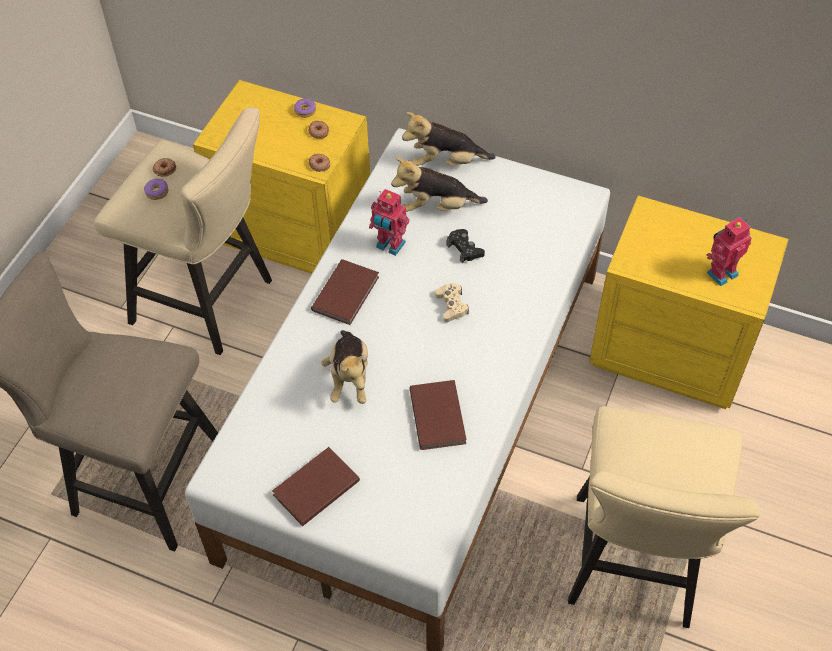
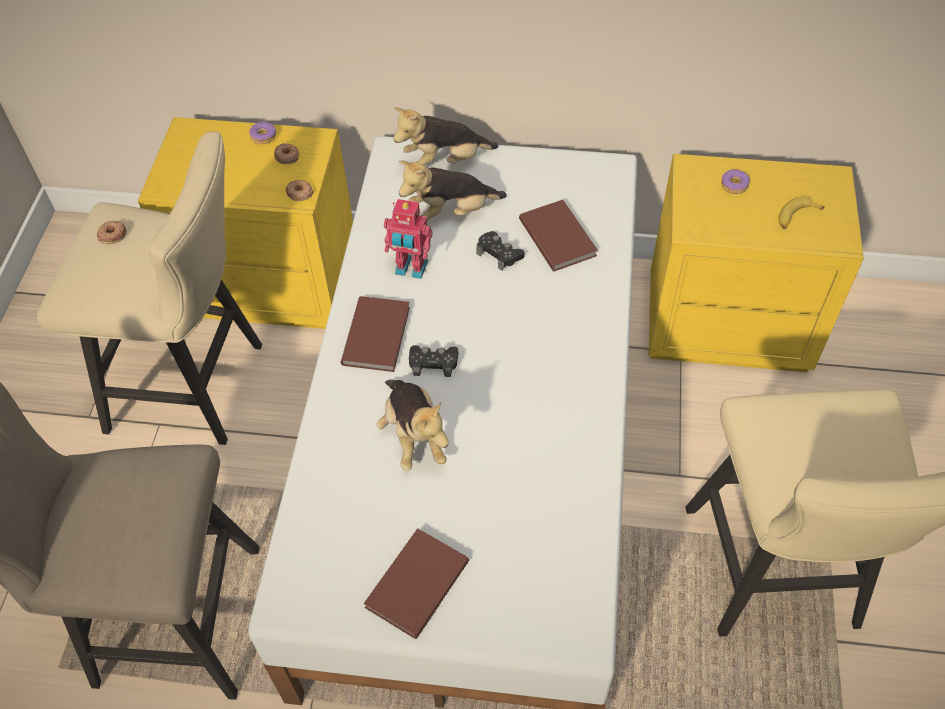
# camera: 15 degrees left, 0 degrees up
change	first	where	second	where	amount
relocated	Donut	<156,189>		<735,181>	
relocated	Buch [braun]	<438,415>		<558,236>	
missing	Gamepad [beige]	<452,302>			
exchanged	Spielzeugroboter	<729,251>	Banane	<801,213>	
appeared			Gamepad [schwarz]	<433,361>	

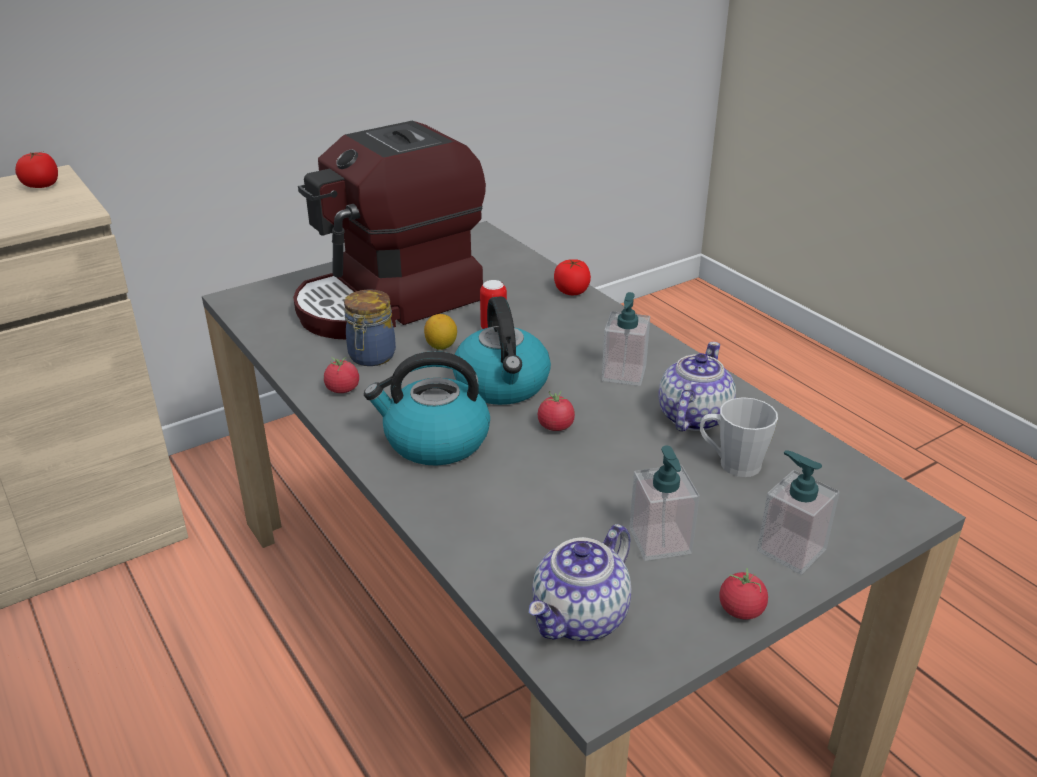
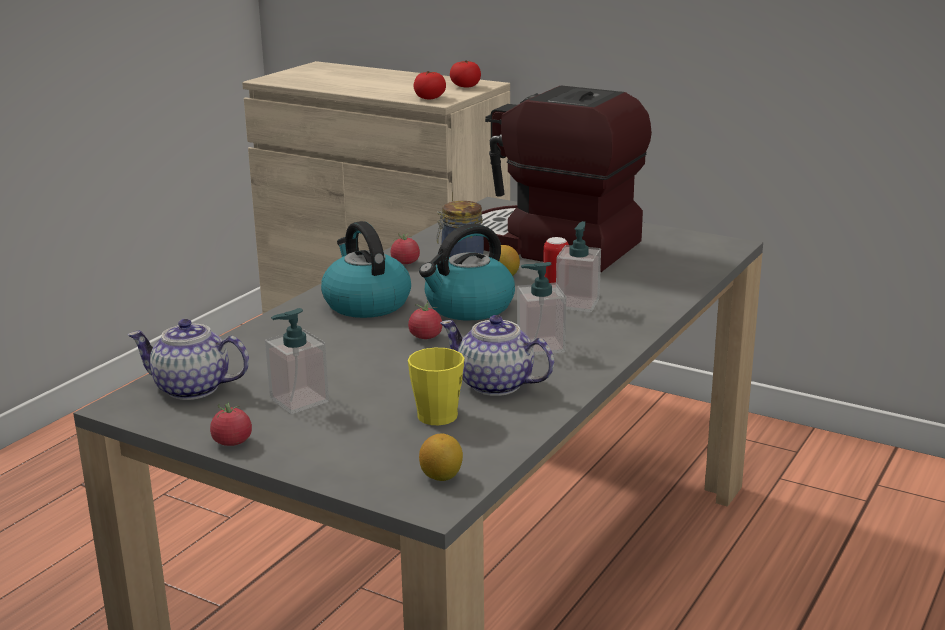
# camera: 65 degrees right, 10 degrees down
change	first	where	second	where	amount
relocated	Tomate	<572,277>		<430,85>	
spun	Teekanne	<697,387>		<497,355>	150 degrees counterclockwise
colour	Henkelbecher [grau]	<739,437>	Henkelbecher [gelb]	<436,386>	
relocated	Seifenspender	<798,512>		<578,266>	
appeared			Zitrone	<441,457>	

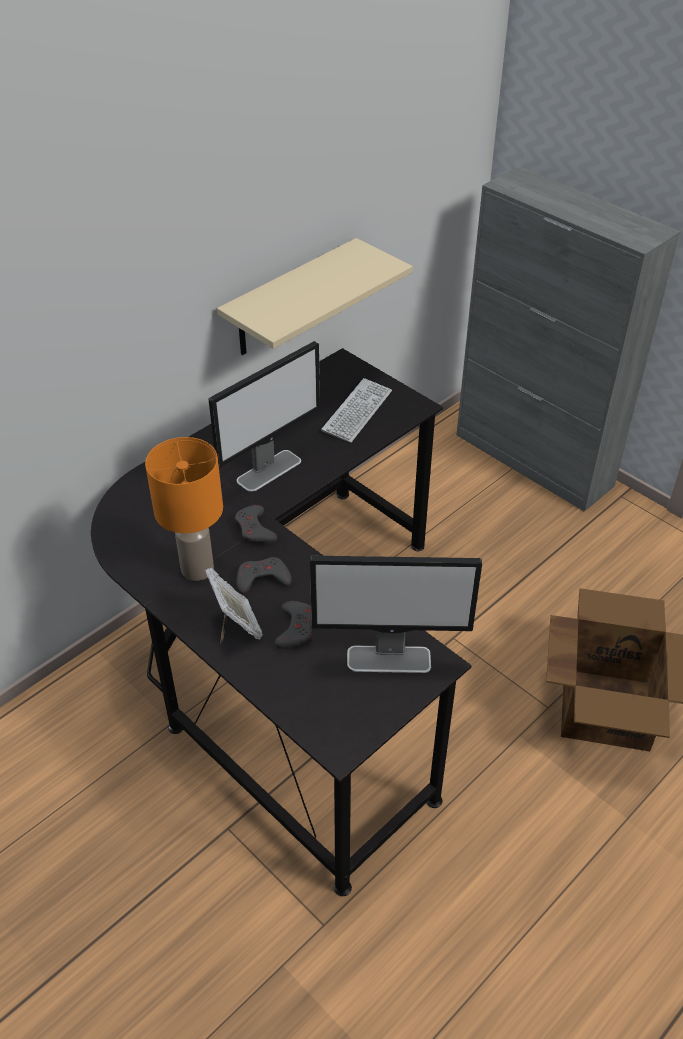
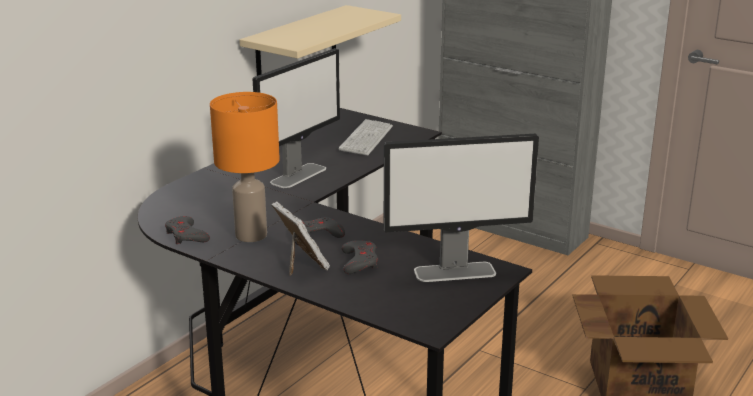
# camera: 10 degrees left, 20 degrees down
change	first	where	second	where	amount
relocated	Gamepad [grau]	<256,524>		<187,230>	

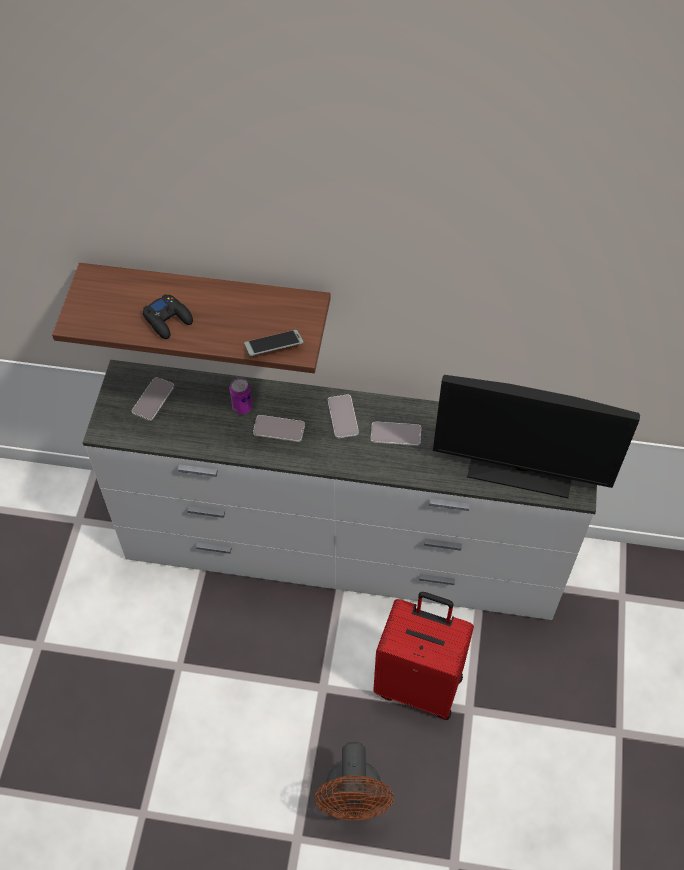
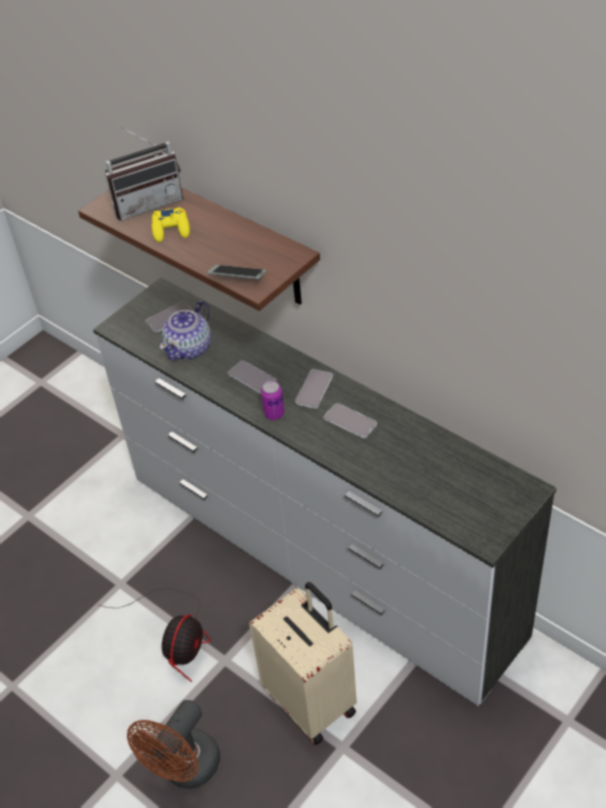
# camera: 35 degrees right, 10 degrees down
change	first	where	second	where	amount
colour	Gamepad [schwarz]	<168,316>	Gamepad [gelb]	<171,224>	
relocated	Dose	<241,396>		<272,400>	
colour	Koffer [rot]	<423,656>	Koffer [beige]	<303,663>	
missing	Monitor	<536,436>			
appeared			Ventilator	<155,635>	
appeared			Radio	<144,172>	
appeared			Teekanne	<185,330>	

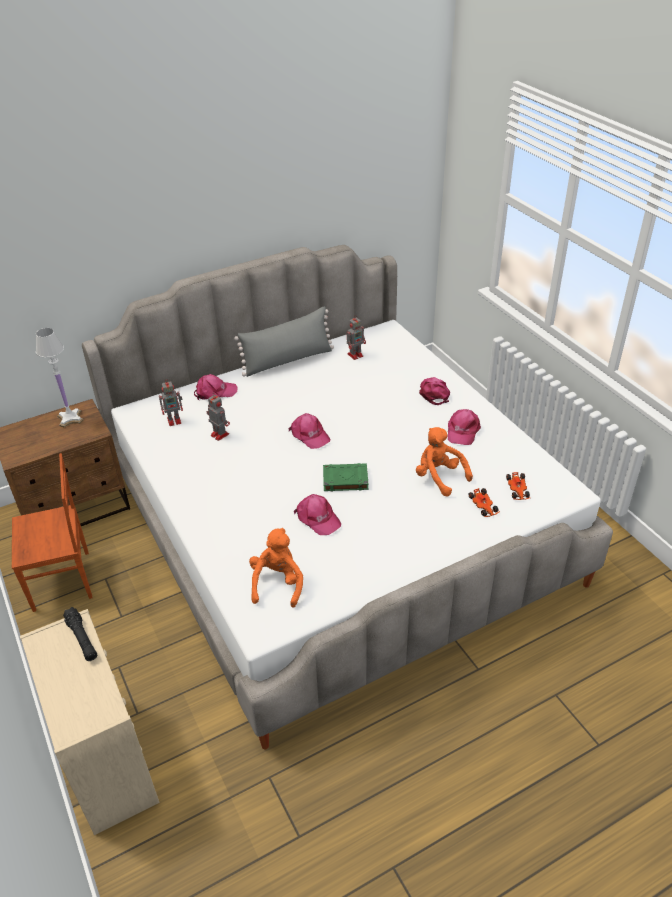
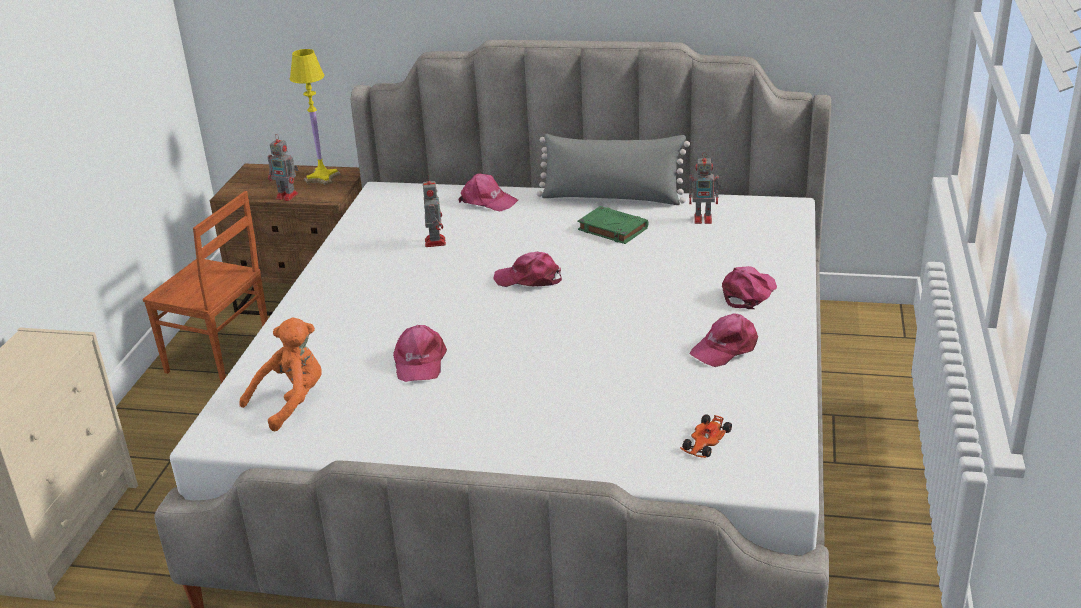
# camera: 40 degrees right, 10 degrees down
change	first	where	second	where	amount
colour	Tischlampe [weiß]	<60,378>	Tischlampe [gelb]	<315,117>	
missing	Taschenlampe [schwarz]	<80,634>			
relocated	Spielzeugroboter	<171,402>		<283,167>	
spun	Kappe [rosa]	<309,431>		<527,269>	105 degrees clockwise
relocated	Buch [grün]	<345,477>		<613,225>	
missing	Plüschtier [orange]	<444,462>			
missing	Spielzeugauto	<484,502>			

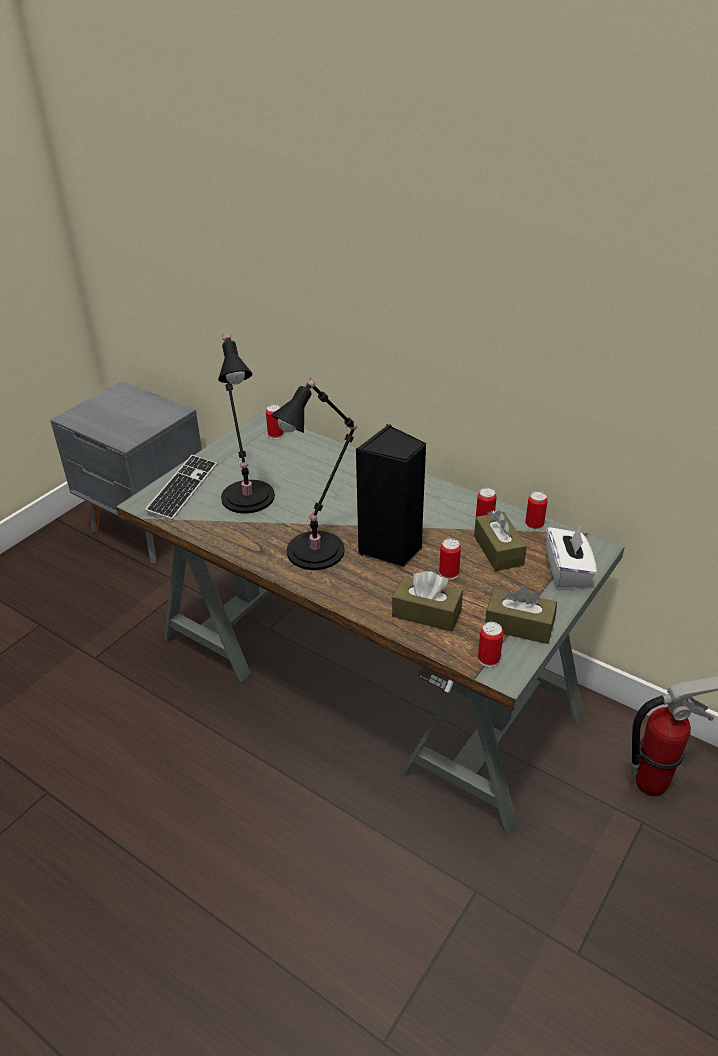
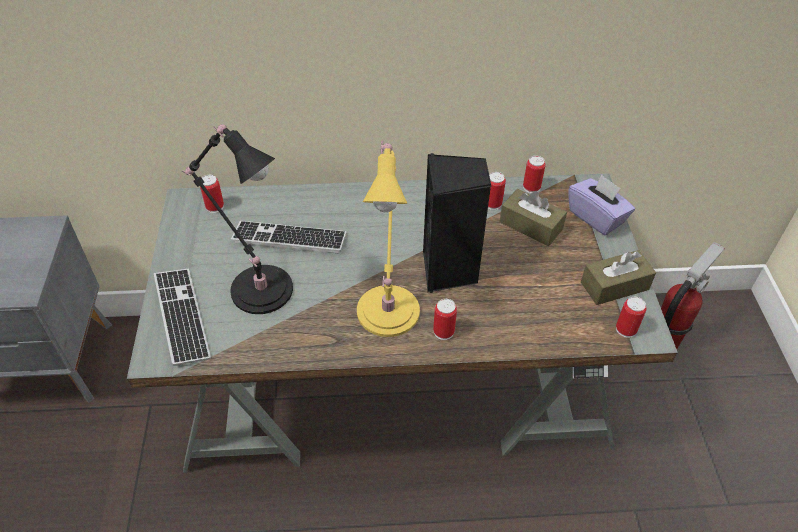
# camera: 40 degrees left, 10 degrees up
change	first	where	second	where	amount
colour	Tischlampe [schwarz]	<314,474>	Tischlampe [gelb]	<388,239>	
missing	Taschentuchbox [braun]	<427,601>			
relocated	Dose	<450,559>		<445,319>	
colour	Taschentuchbox [weiß]	<571,557>	Taschentuchbox [lila]	<601,205>	
appeared			Tastatur	<289,237>	

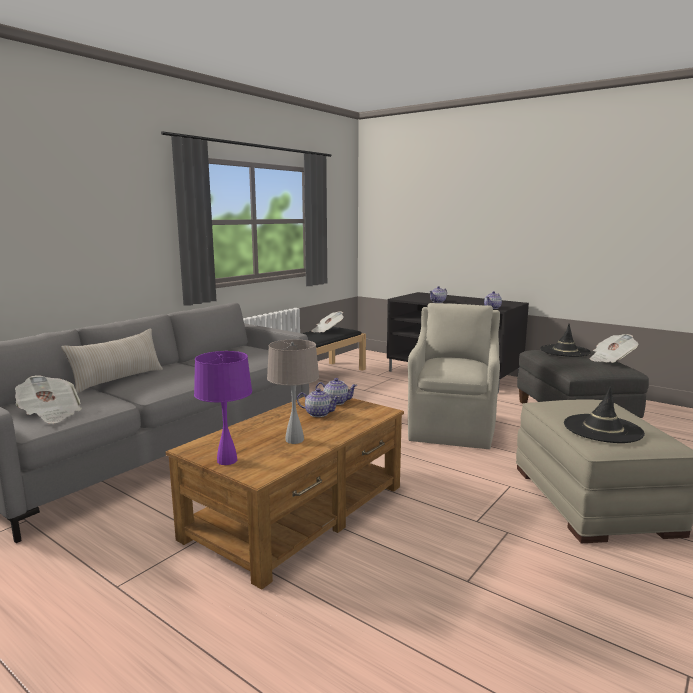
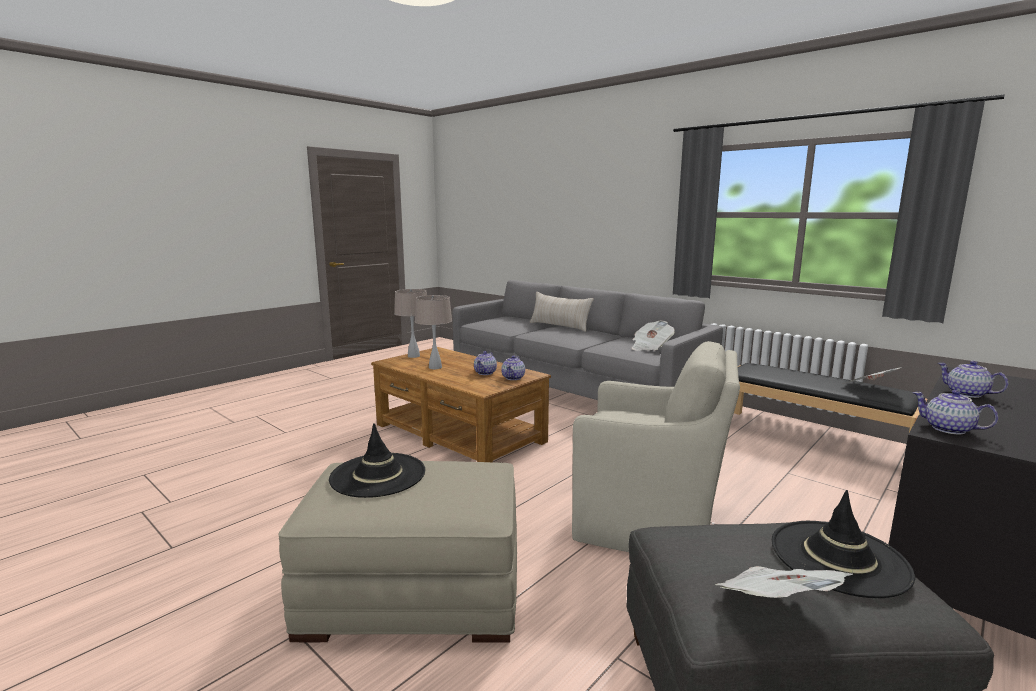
# camera: 95 degrees right, 0 degrees up
change	first	where	second	where	amount
relocated	Zeitung	<48,399>		<653,335>	
colour	Tischlampe [lila]	<223,408>	Tischlampe [beige]	<410,323>	

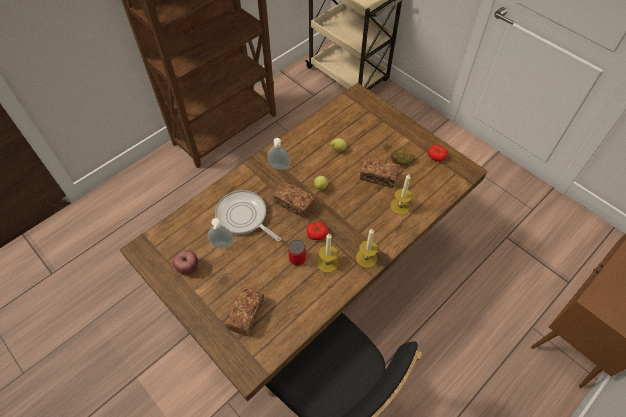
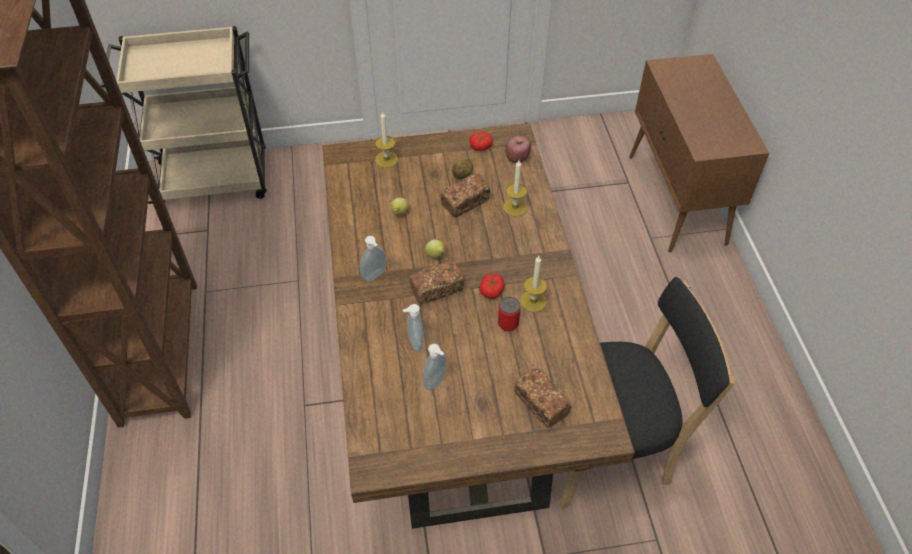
# camera: 55 degrees left, 5 degrees down
change	first	where	second	where	amount
relocated	Apfel	<185,263>		<518,149>	
exchanged	Pfanne	<248,216>	Seifenspender	<413,328>	
relocated	Kerze	<367,248>		<386,139>	

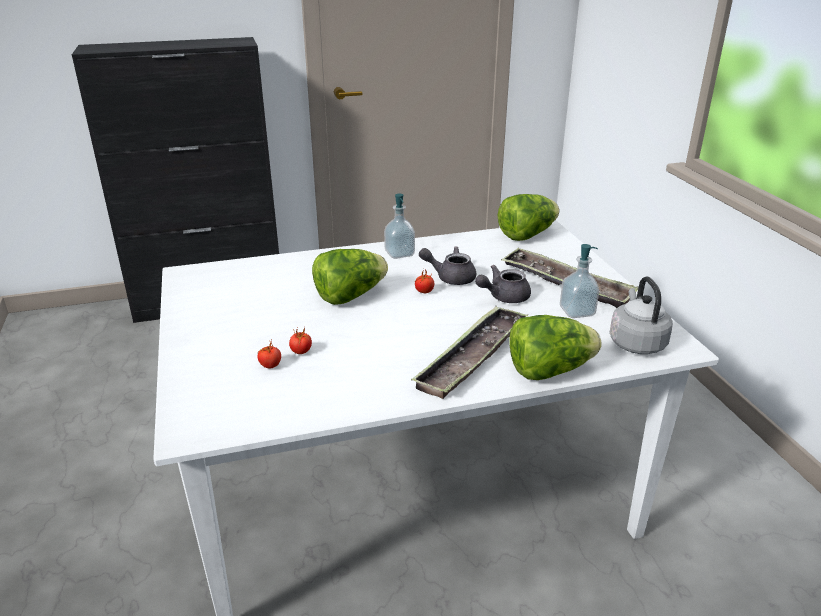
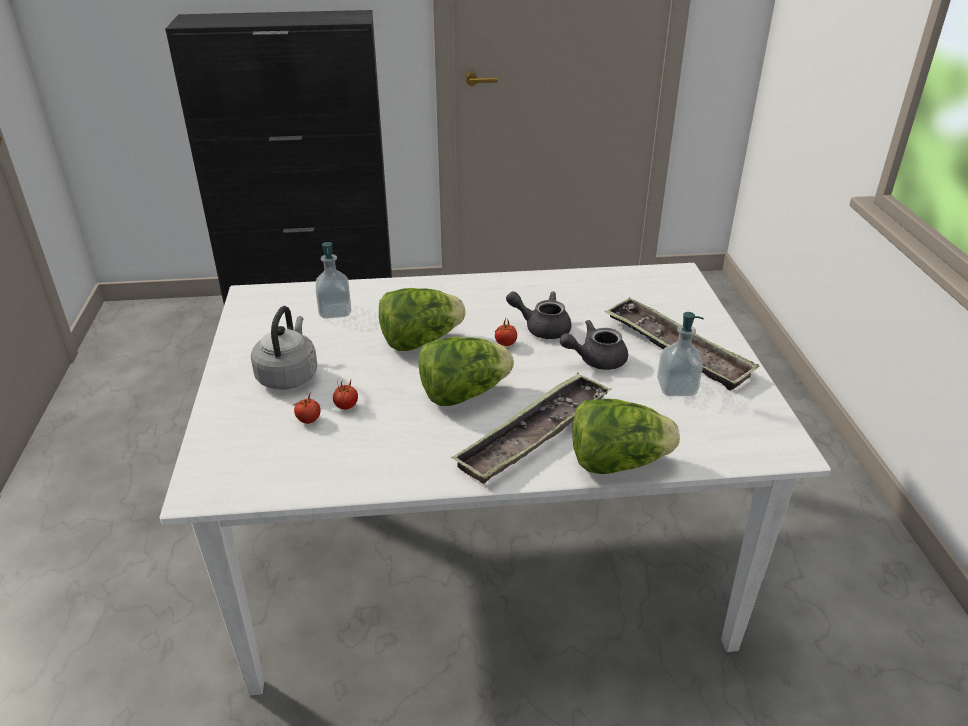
# camera: 10 degrees right, 5 degrees up
change	first	where	second	where	amount
relocated	Seifenspender	<399,226>		<333,280>	
relocated	Salatkopf	<528,217>		<466,371>	
relocated	Wasserkessel [grau]	<641,315>		<284,348>	

